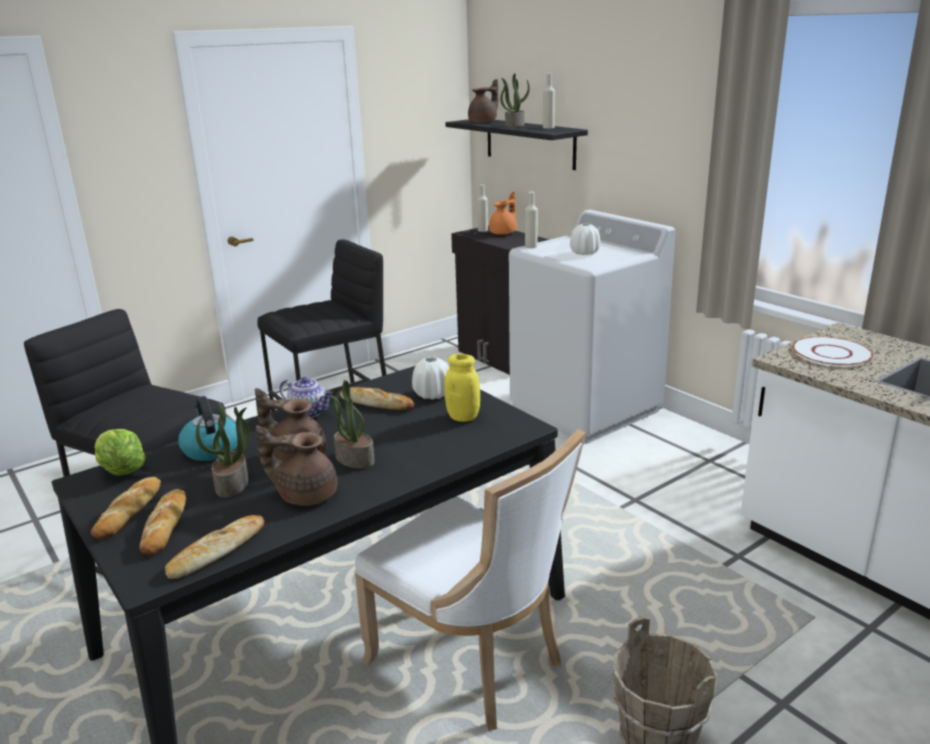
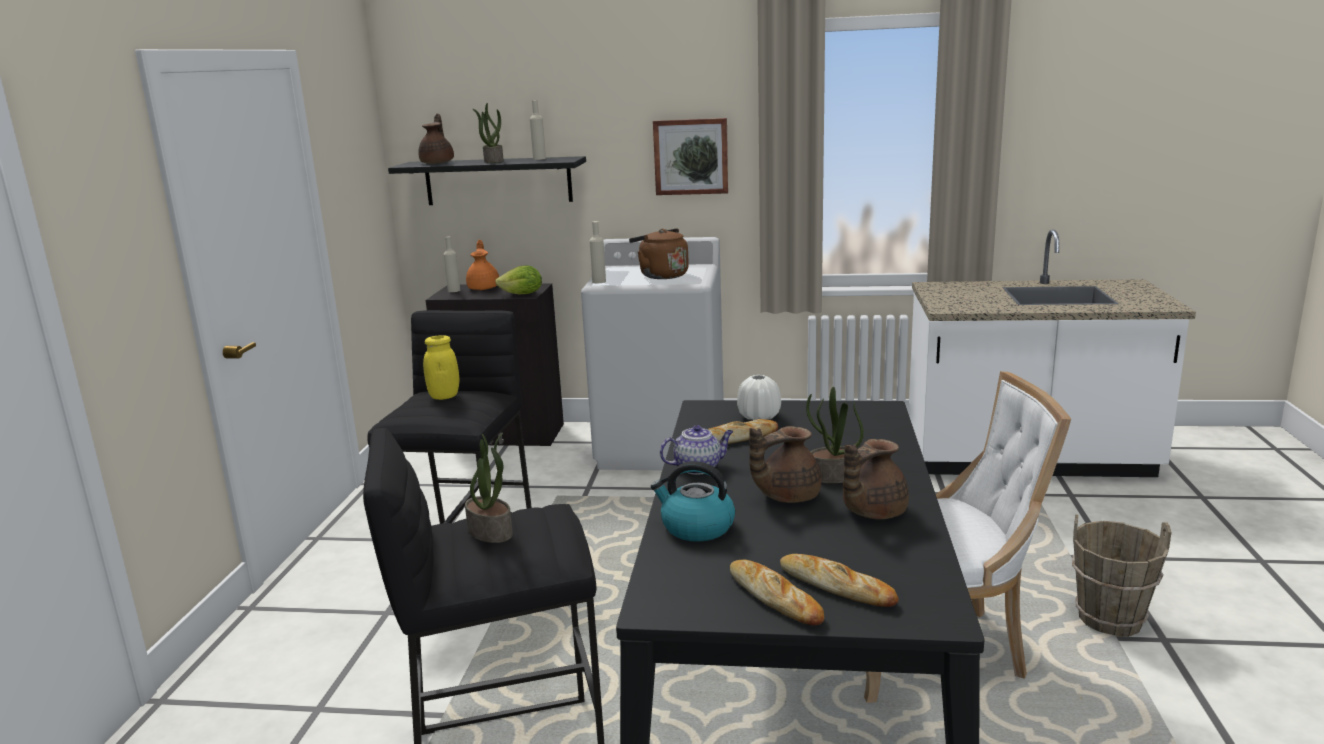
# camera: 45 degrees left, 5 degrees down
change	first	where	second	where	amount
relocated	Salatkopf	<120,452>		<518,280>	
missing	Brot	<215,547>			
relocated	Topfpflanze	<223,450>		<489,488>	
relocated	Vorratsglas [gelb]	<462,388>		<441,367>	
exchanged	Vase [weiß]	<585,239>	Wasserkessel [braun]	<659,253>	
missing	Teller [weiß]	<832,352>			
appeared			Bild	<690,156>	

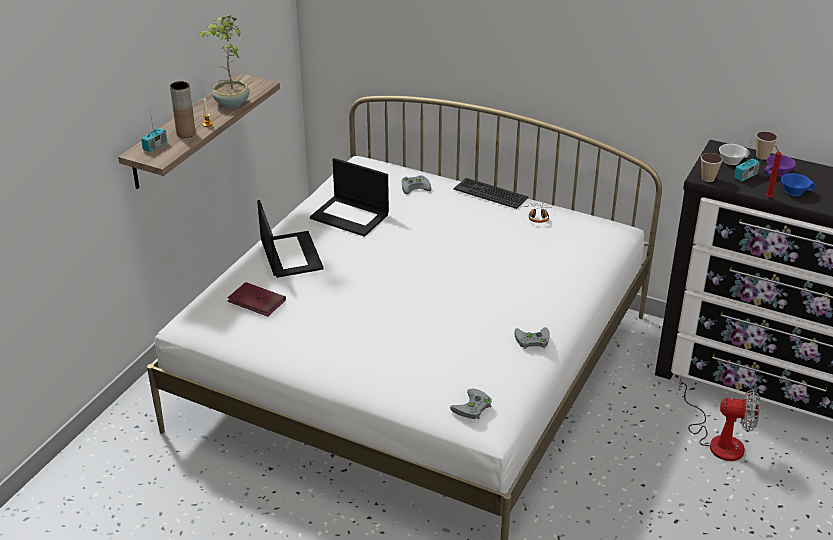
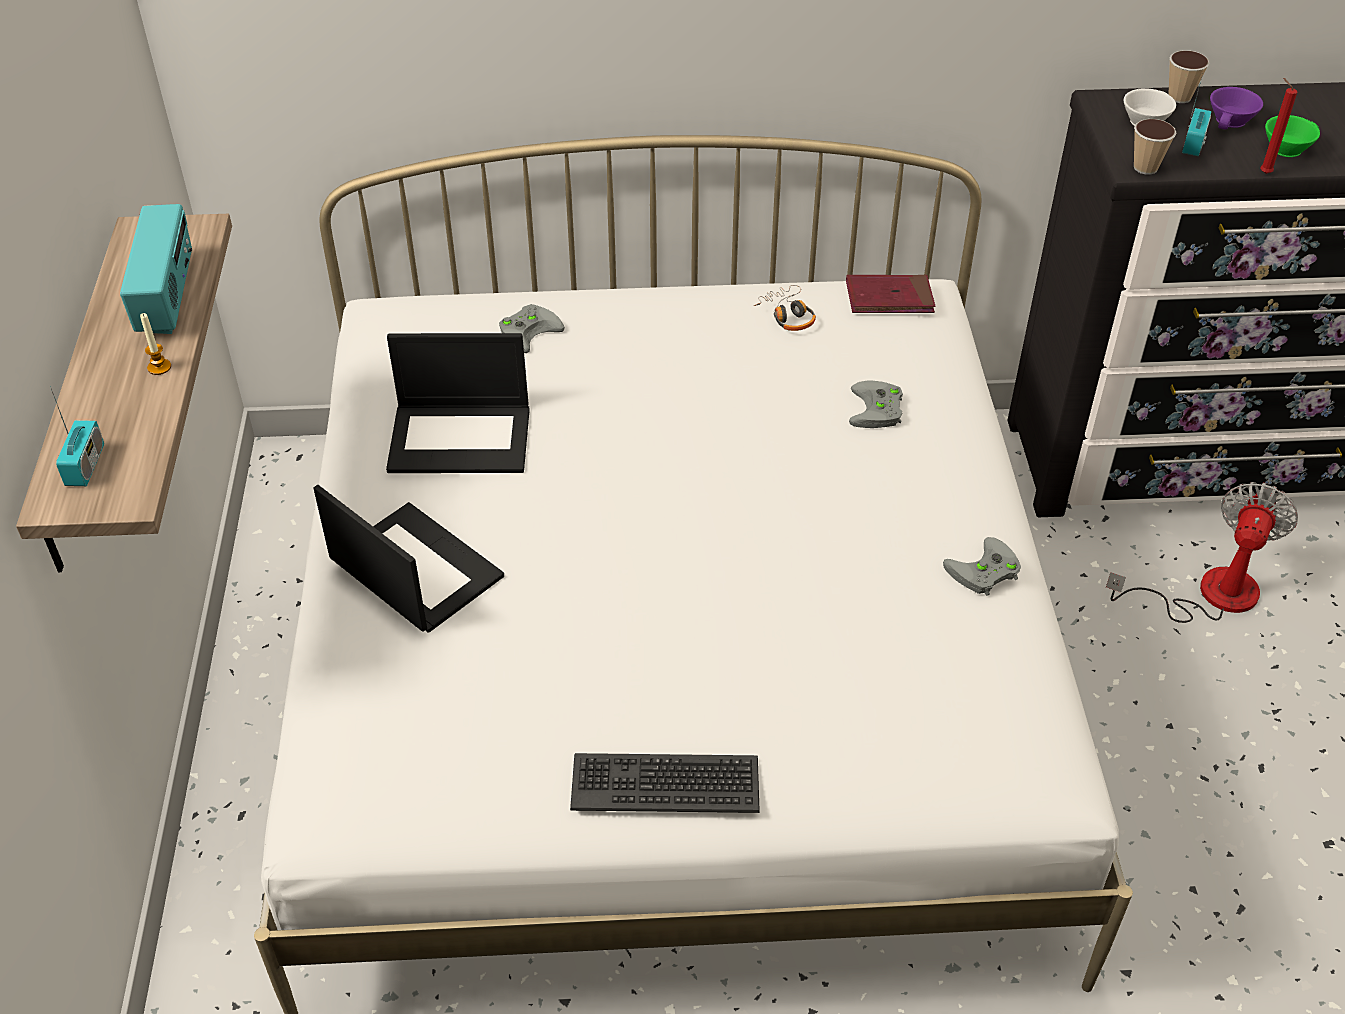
# camera: 30 degrees left, 10 degrees up
change	first	where	second	where	amount
missing	Vase [braun]	<183,109>			
exchanged	Topfpflanze	<224,61>	Radio	<156,269>	
relocated	Buch [rot]	<256,299>		<891,294>	
relocated	Gamepad [grau]	<471,403>		<876,404>	
relocated	Tastatur	<490,193>		<665,783>	
spun	Ventilator	<719,417>		<1202,552>	45 degrees counterclockwise
colour	Tasse [blau]	<798,184>	Tasse [grün]	<1292,136>	

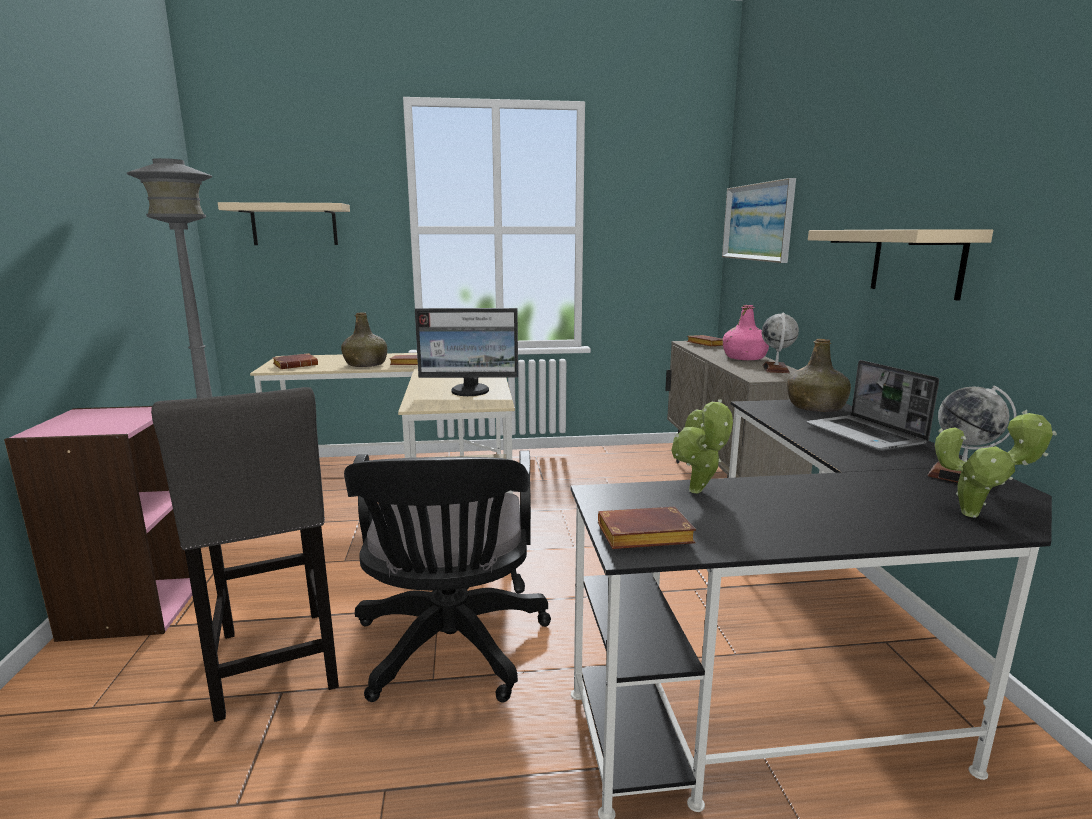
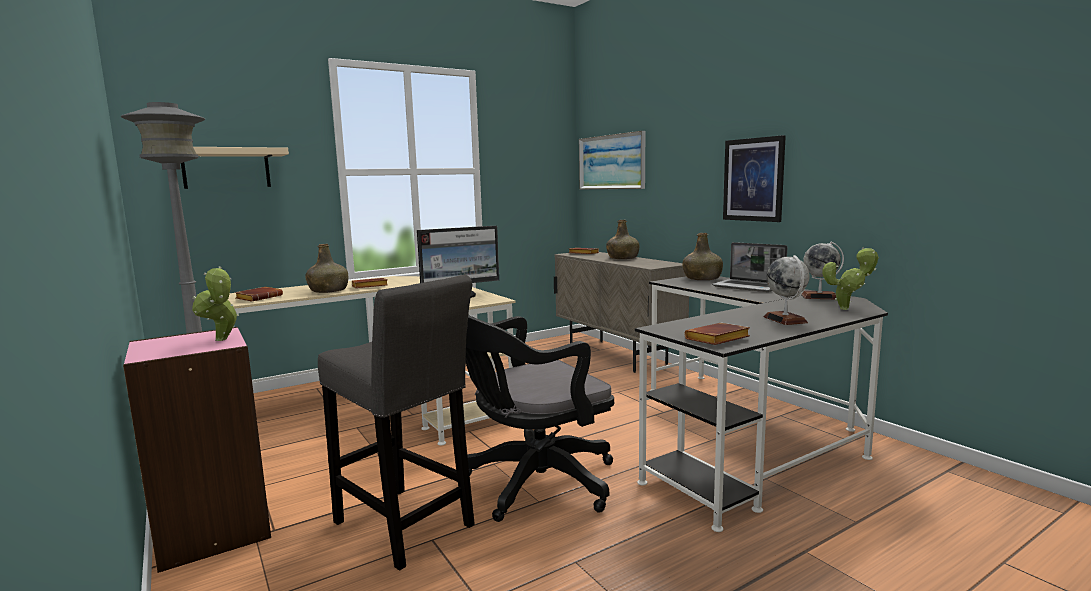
# camera: 25 degrees left, 5 degrees down
change	first	where	second	where	amount
spun	Bürostuhl [schwarz]	<447,576>		<539,418>	90 degrees clockwise
relocated	Topfpflanze	<702,446>		<215,303>	
colour	Flasche [rosa]	<745,332>	Flasche [grün]	<622,239>	
relocated	Globus	<780,343>		<786,290>	
exchanged	Wandregal [beige]	<900,265>	Bild	<754,178>	

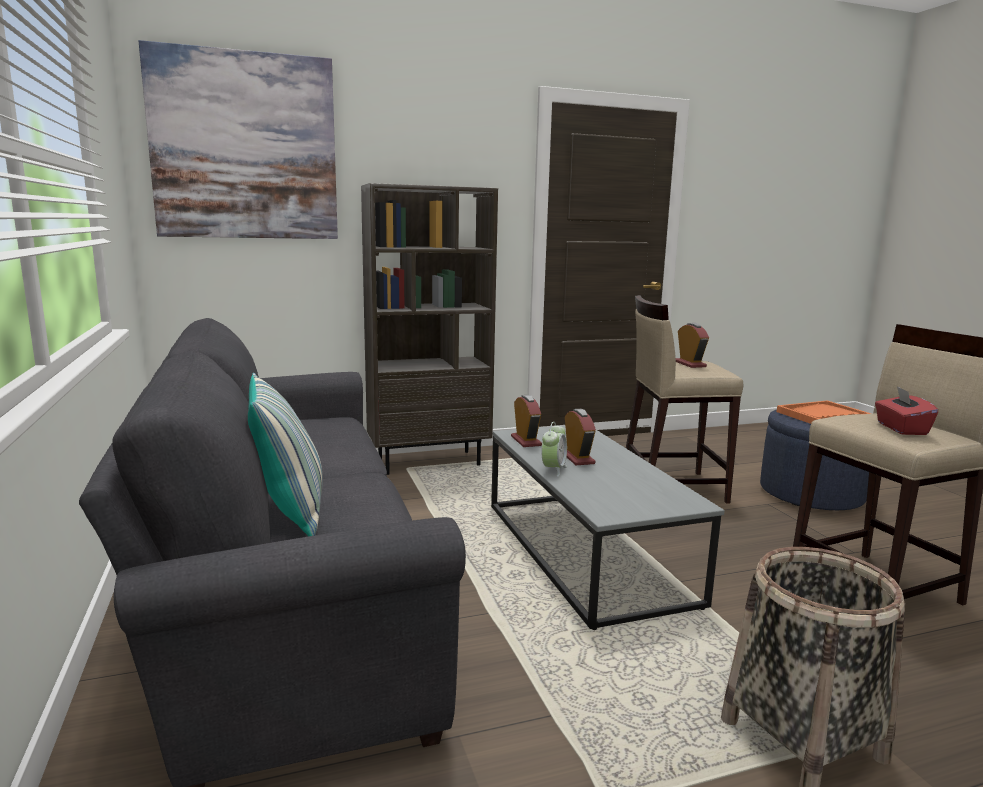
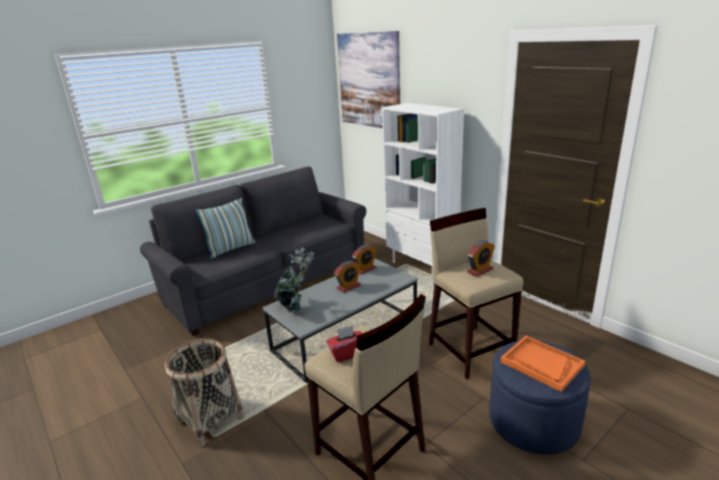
# camera: 70 degrees right, 10 degrees up
change	first	where	second	where	amount
colour	Bücherregal [braun]	<429,329>	Bücherregal [weiß]	<423,191>	
missing	Wecker	<554,449>			
appeared			Topfpflanze	<294,280>	

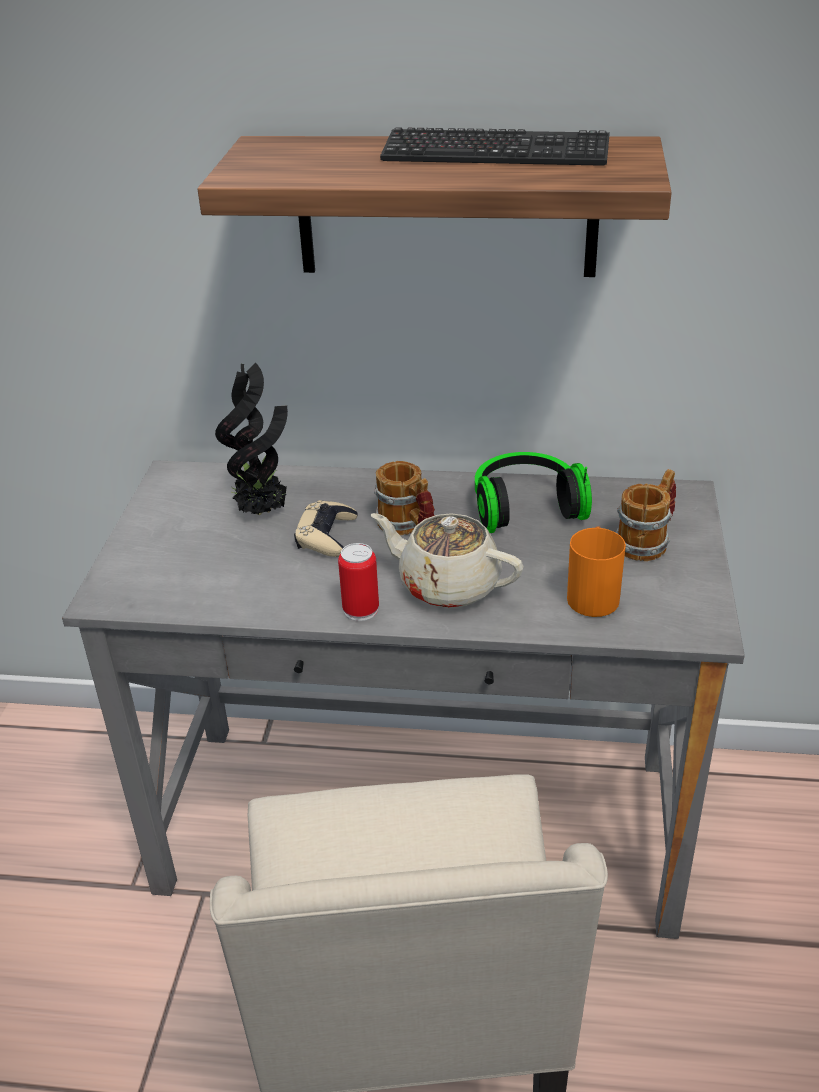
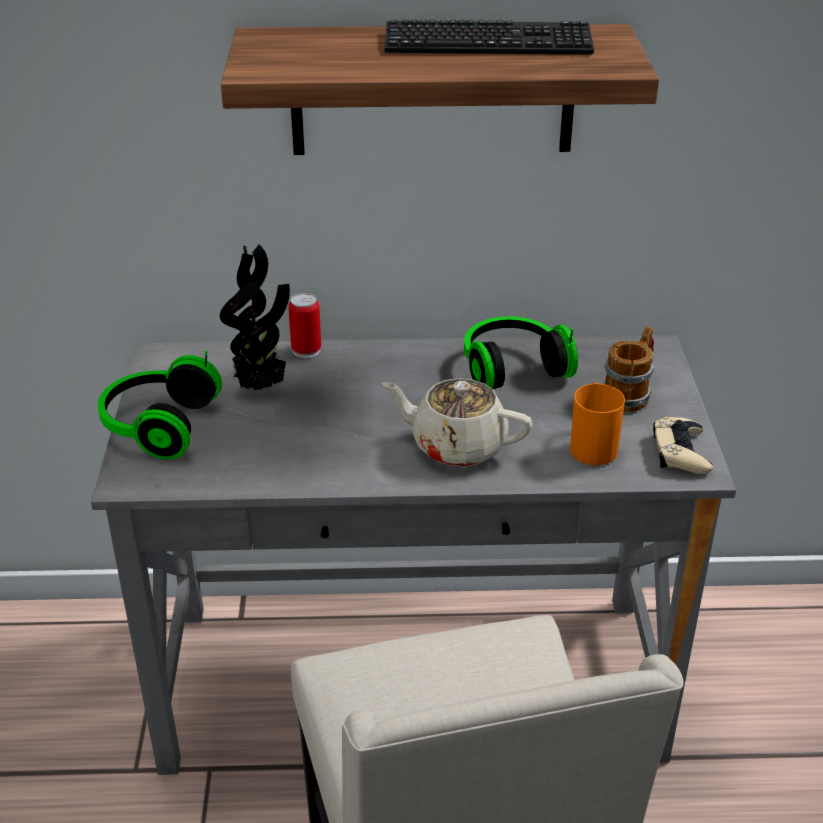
# camera: 10 degrees left, 0 degrees up
change	first	where	second	where	amount
relocated	Gamepad [beige]	<326,528>		<683,445>	
relocated	Dose	<358,582>		<304,325>	
missing	Henkelbecher	<404,498>			
appeared			Kopfhörer	<160,405>	

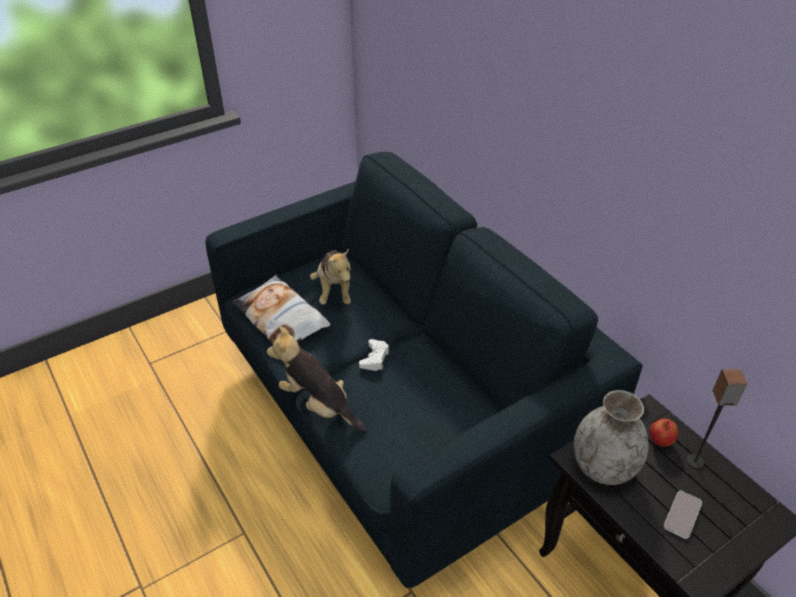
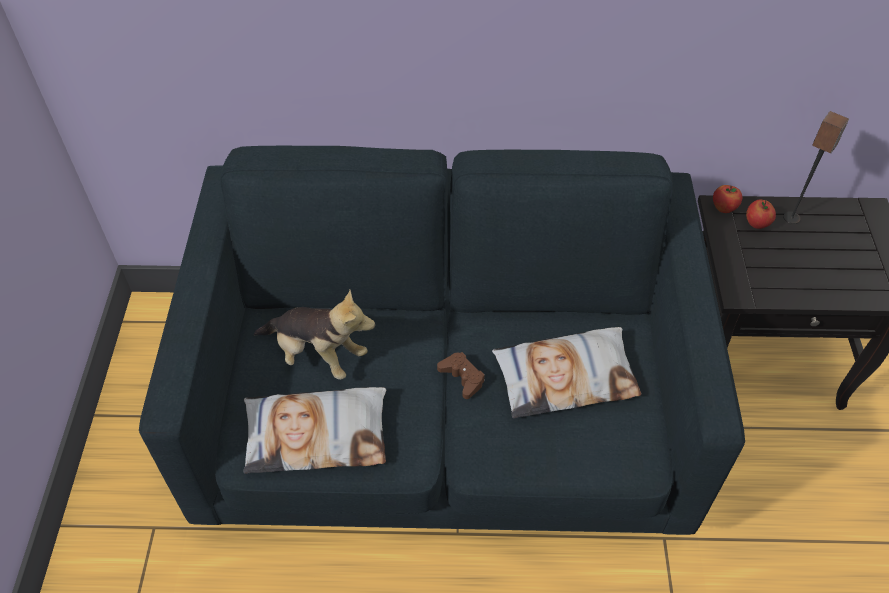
# camera: 55 degrees left, 10 degrees up
change	first	where	second	where	amount
missing	Plüschtier	<317,378>			
colour	Gamepad [weiß]	<374,355>	Gamepad [braun]	<461,375>	
missing	Vase [grau]	<611,437>			
missing	Handy	<683,515>			
appeared			Kissen	<567,372>	
appeared			Apfel	<727,199>	

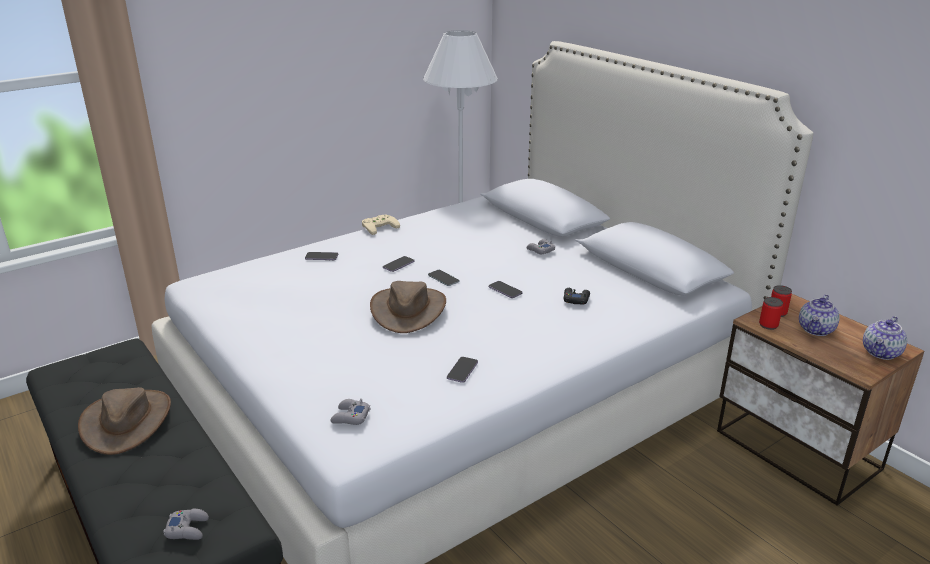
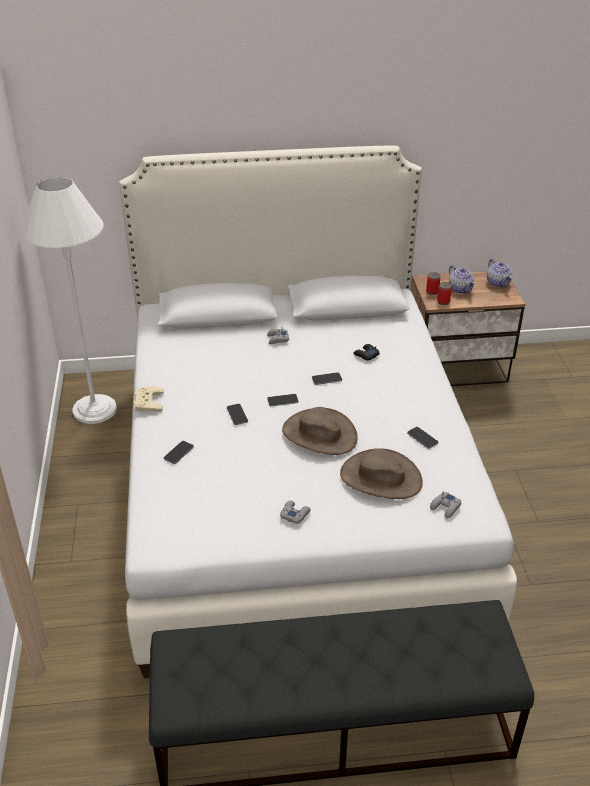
# camera: 60 degrees left, 10 degrees up
change	first	where	second	where	amount
relocated	Hut [braun]	<124,421>		<381,473>	
relocated	Gamepad [grau]	<186,524>		<295,512>	

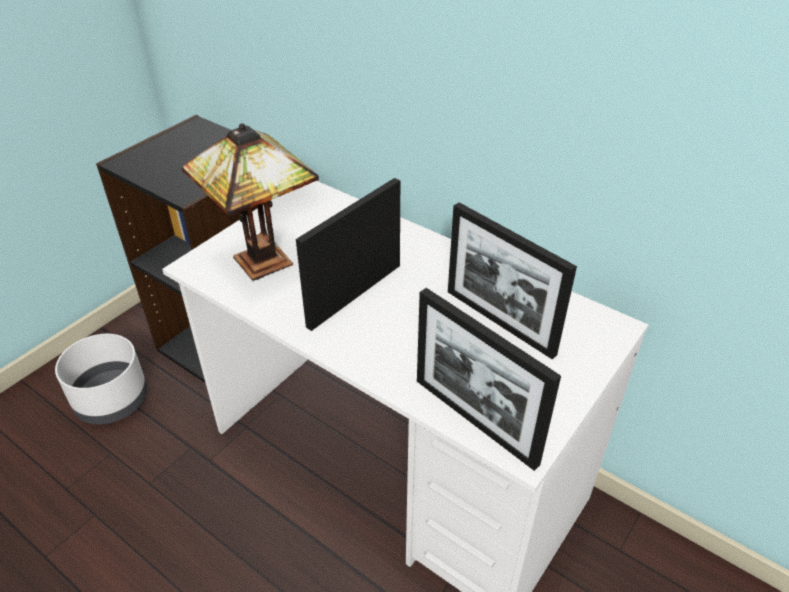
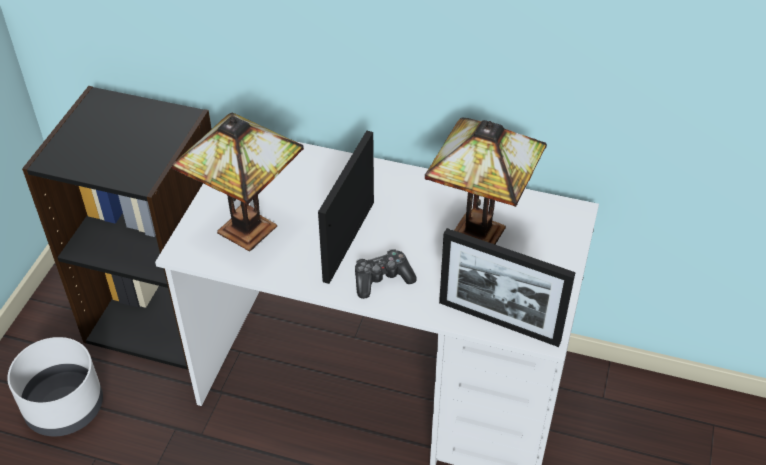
# camera: 20 degrees left, 5 degrees up
change	first	where	second	where	amount
exchanged	Bilderrahmen	<512,280>	Tischlampe	<486,181>	
appeared			Gamepad	<386,274>	

